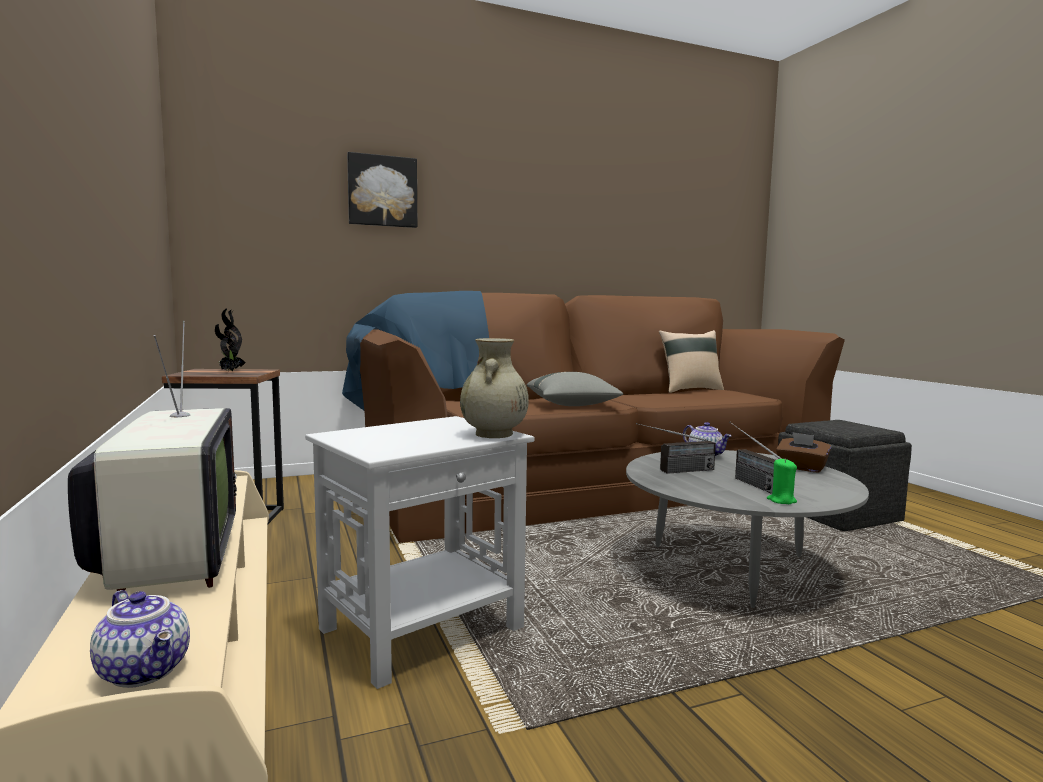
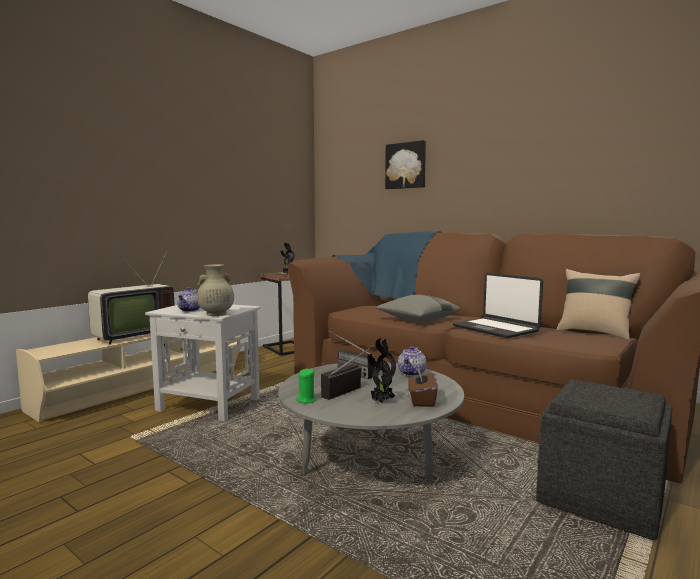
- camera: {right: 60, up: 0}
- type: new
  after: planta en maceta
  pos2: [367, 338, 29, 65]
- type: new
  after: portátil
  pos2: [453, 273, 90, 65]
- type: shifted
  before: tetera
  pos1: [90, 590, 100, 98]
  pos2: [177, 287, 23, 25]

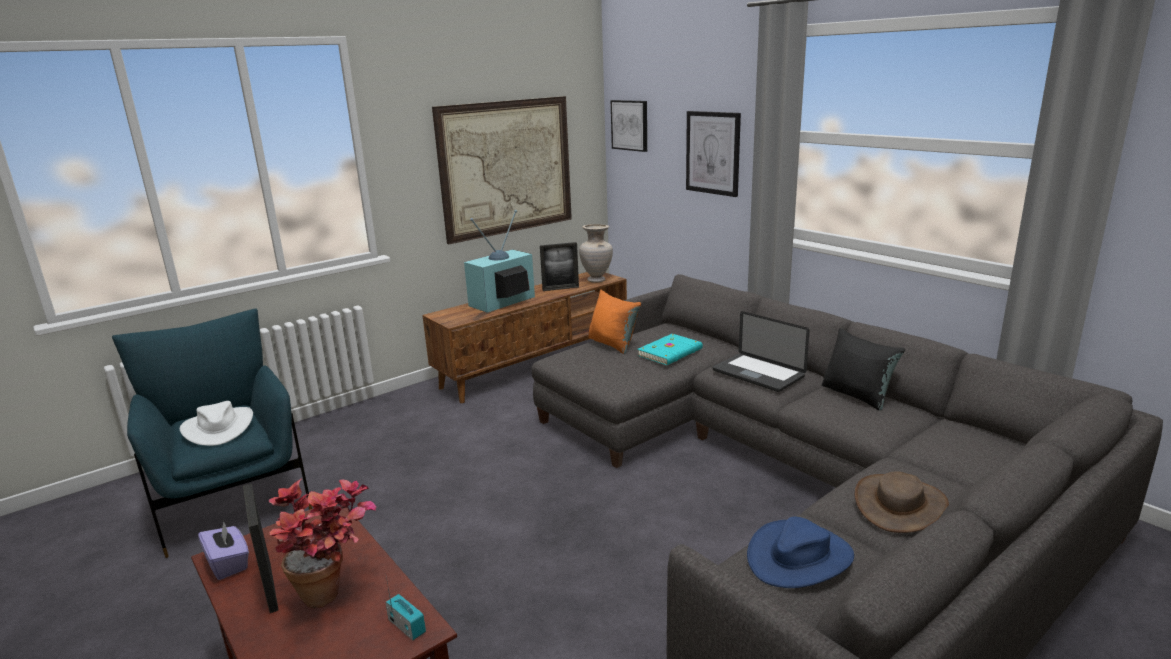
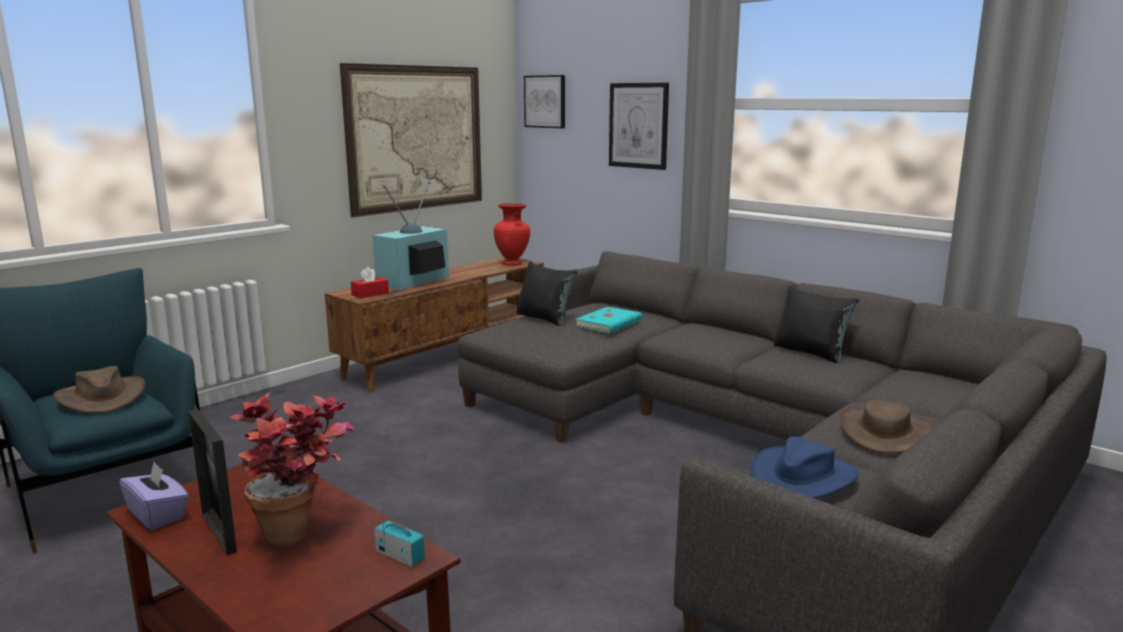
- camera: {right: -10, up: -5}
- type: gone
  before: portarretratos
  pos1: [540, 242, 39, 49]
- type: gone
  before: portátil
  pos1: [713, 311, 97, 81]
- type: new
  after: caja de pañuelos/rojo
  pos2: [351, 267, 38, 32]
- type: repainted
  before: sombrero/blanco
  after: sombrero/marrón
  pos1: [180, 401, 73, 45]
  pos2: [53, 366, 92, 47]
- type: repainted
  before: florero/beis
  after: florero/rojo
  pos1: [579, 224, 34, 59]
  pos2: [494, 203, 36, 63]
- type: repainted
  before: cojín/naranja
  after: cojín/negro
  pos1: [589, 290, 52, 64]
  pos2: [516, 261, 62, 65]

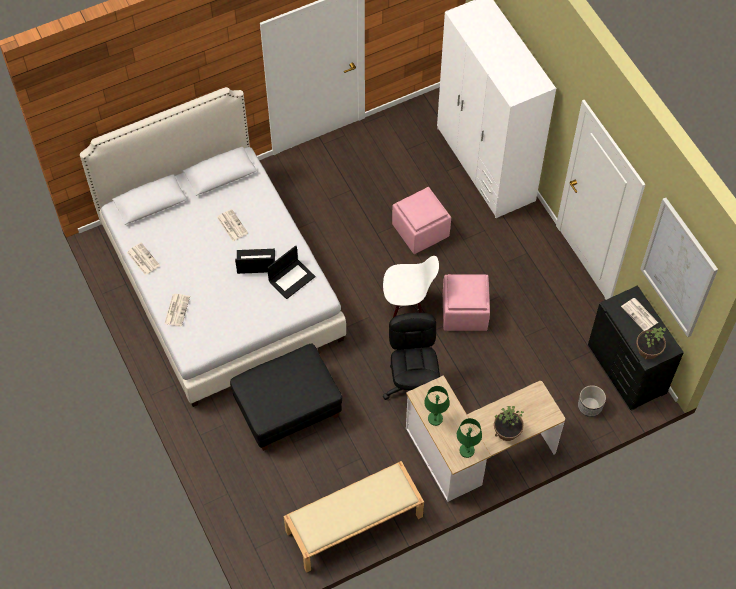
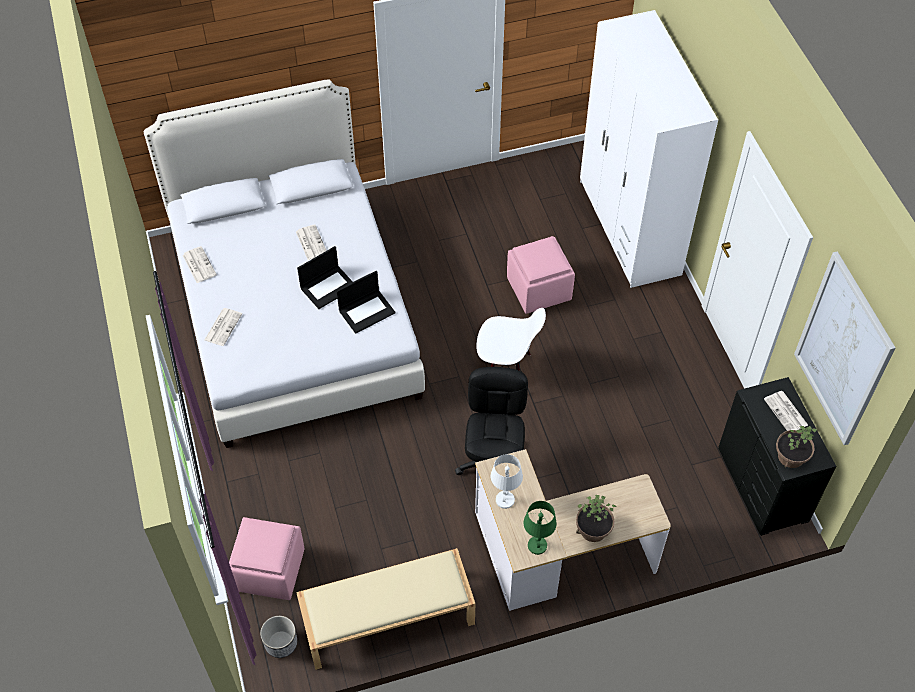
- camera: {right: 10, up: -5}
- type: gone
  before: puf/negro
  pos1: [230, 344, 112, 107]
- type: shifted
  before: puf/rosa
  pos1: [443, 274, 47, 57]
  pos2: [229, 517, 75, 83]
- type: shifted
  before: maceta
  pos1: [578, 385, 28, 32]
  pos2: [260, 616, 37, 42]
- type: repainted
  before: lámpara de mesa/verde
  after: lámpara de mesa/blanco
  pos1: [424, 386, 26, 40]
  pos2: [491, 454, 32, 55]
- type: rotated
  before: portátil
  pos1: [235, 249, 40, 25]
  pos2: [297, 246, 56, 63]
  turn: 135

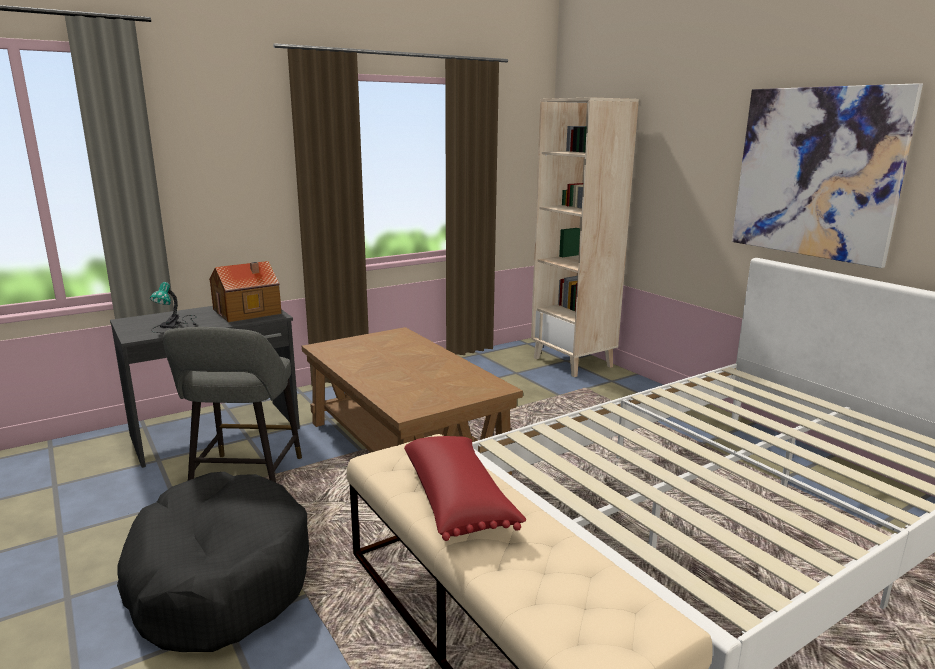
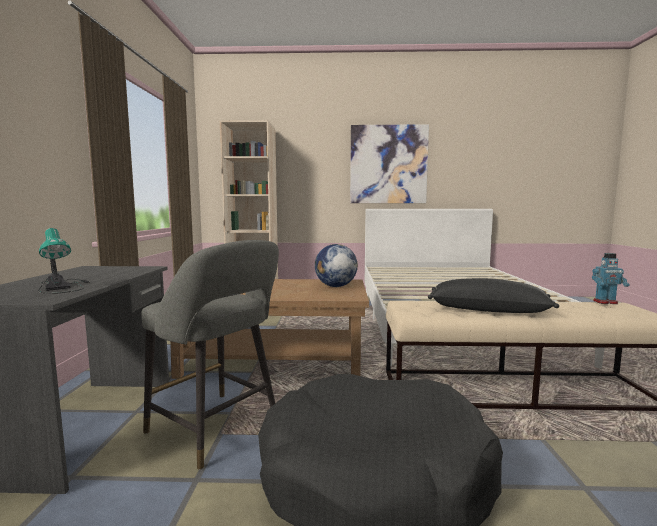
- camera: {right: -55, up: -10}
- type: gone
  before: casita
  pos1: [209, 261, 73, 61]
- type: new
  after: globo terráqueo
  pos2: [315, 244, 43, 43]
- type: new
  after: robot de juguete
  pos2: [592, 253, 38, 51]
- type: repainted
  before: cojín/rojo
  after: cojín/negro
  pos1: [404, 436, 122, 105]
  pos2: [428, 278, 131, 35]

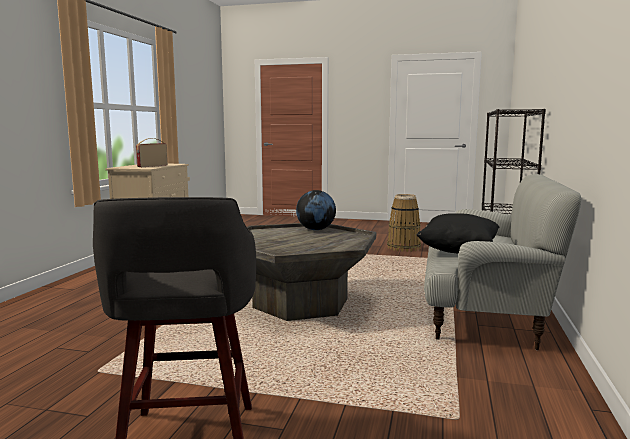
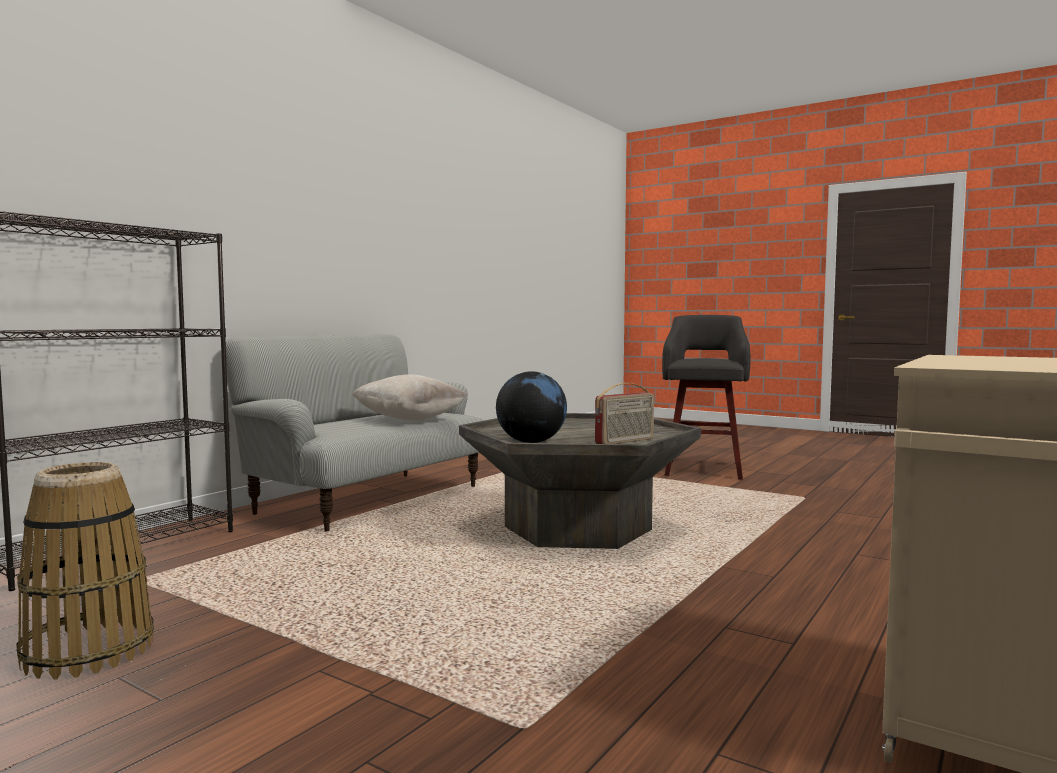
- camera: {right: -160, up: -5}
- type: shifted
  before: radio
  pos1: [136, 138, 31, 29]
  pos2: [595, 383, 59, 61]
- type: repainted
  before: cojín/negro
  after: cojín/beis
  pos1: [417, 213, 82, 41]
  pos2: [352, 374, 116, 47]

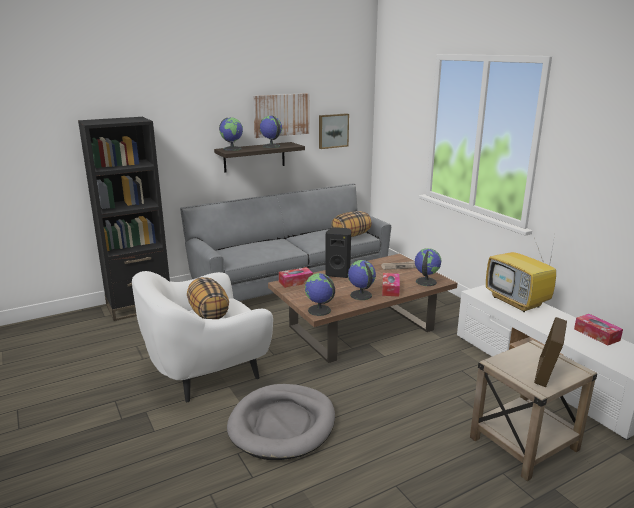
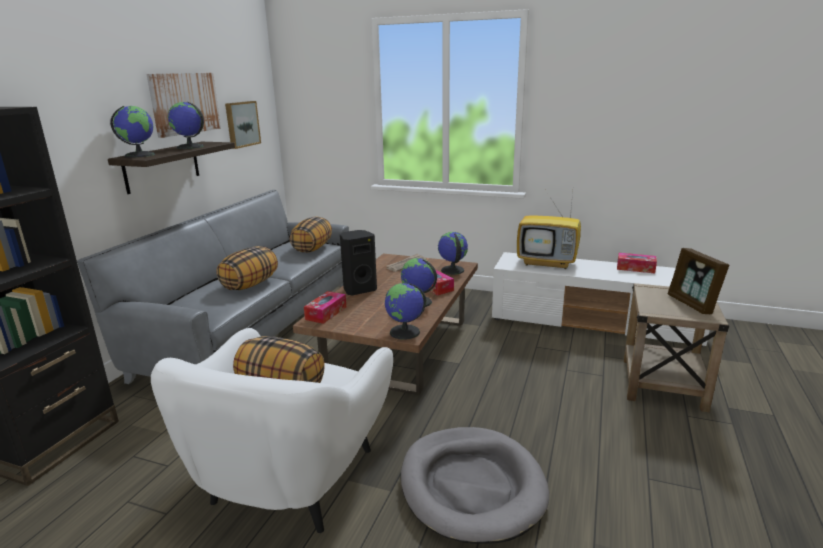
- camera: {right: -40, up: 0}
- type: new
  after: cojín
  pos2: [217, 246, 61, 44]

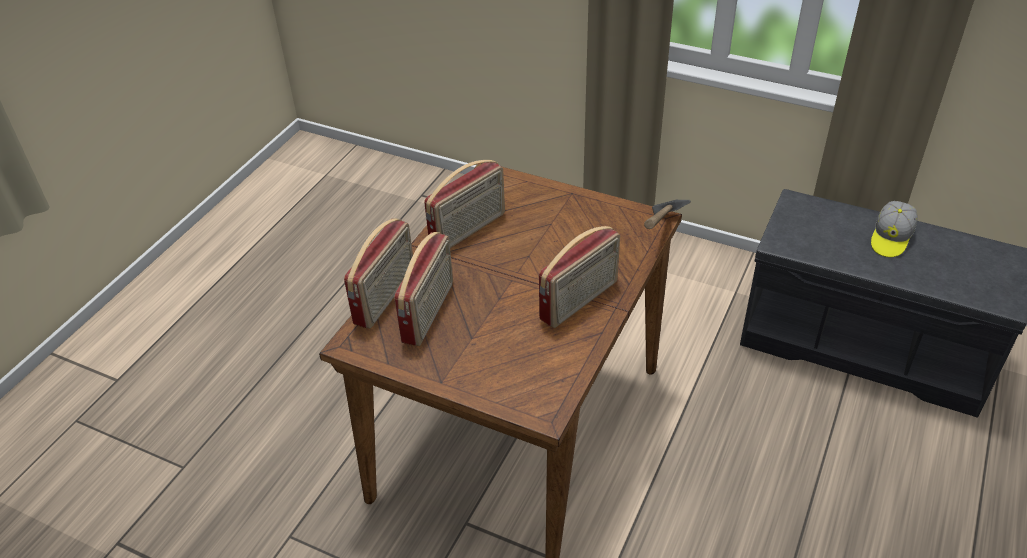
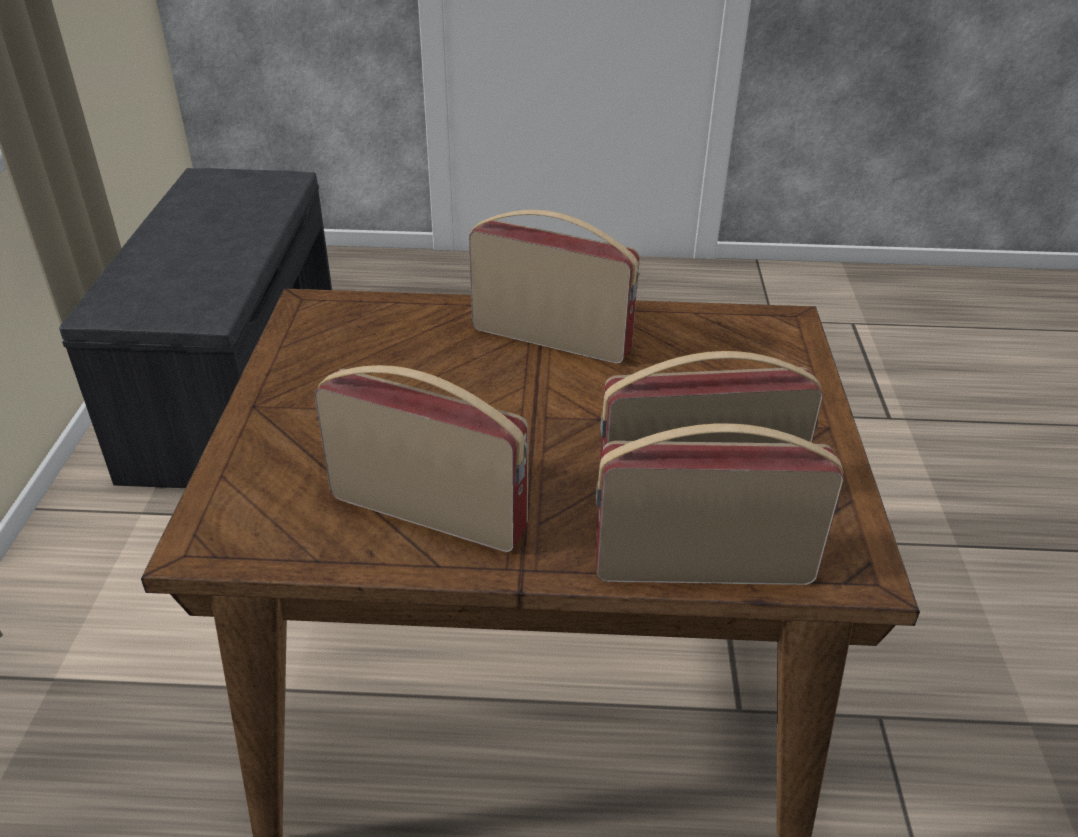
- camera: {right: -115, up: -5}
- type: gone
  before: martillo
  pos1: [644, 200, 47, 29]
- type: gone
  before: gorra
  pos1: [871, 201, 47, 57]

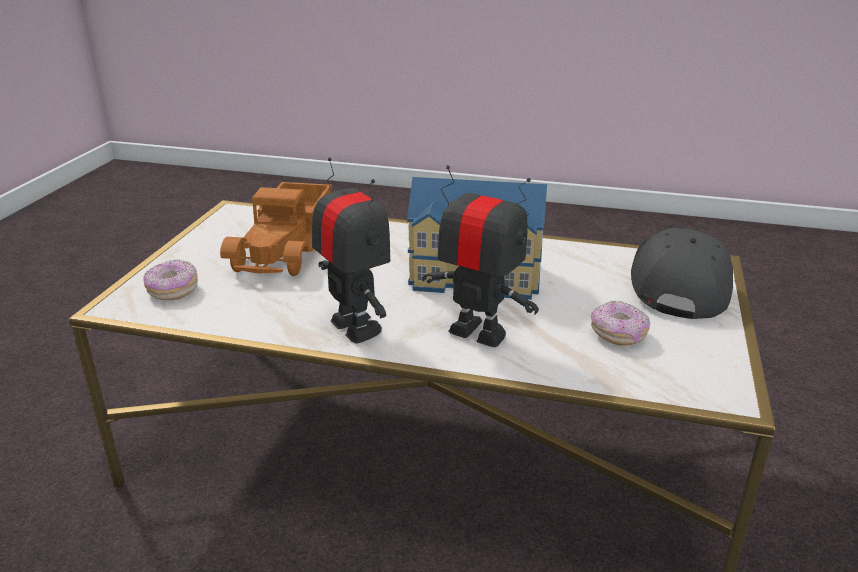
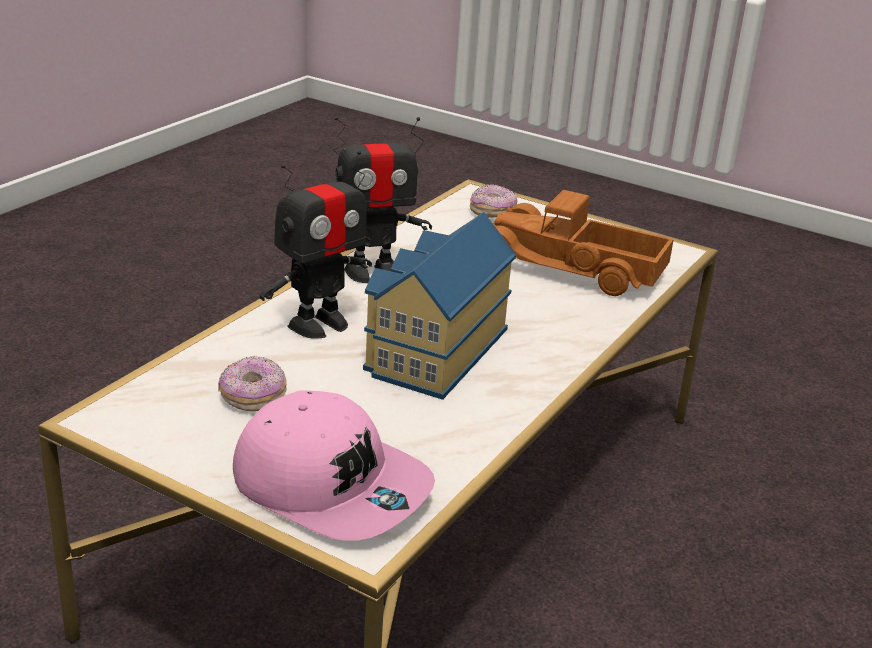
- camera: {right: 105, up: 0}
- type: repainted
  before: gorra/gris
  after: gorra/rosa
  pos1: [631, 228, 102, 91]
  pos2: [233, 390, 202, 151]

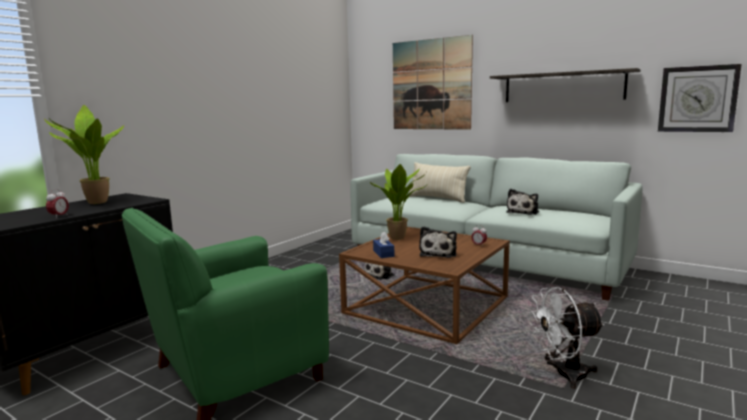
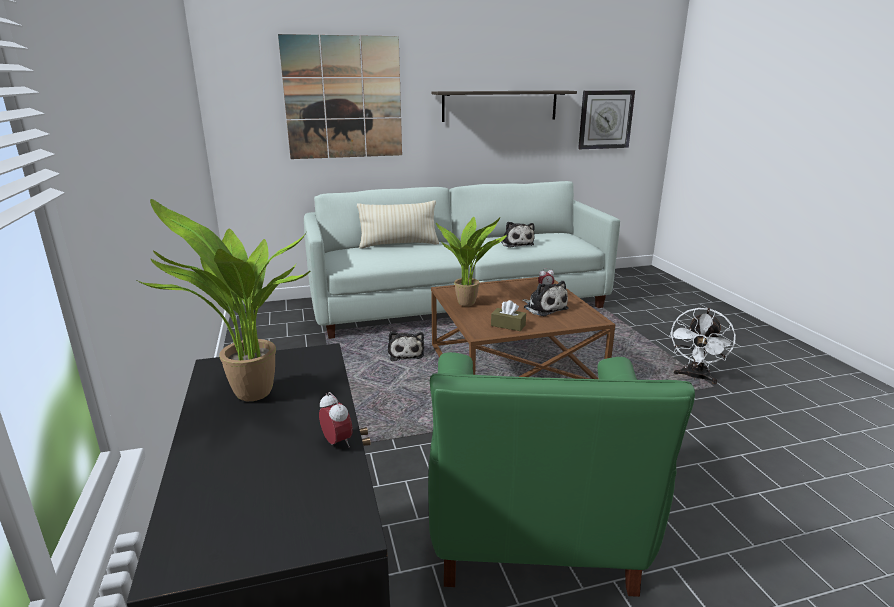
- camera: {right: -50, up: 10}
- type: repainted
  before: caja de pañuelos/azul
  after: caja de pañuelos/marrón
  pos1: [373, 232, 21, 26]
  pos2: [491, 300, 35, 31]

